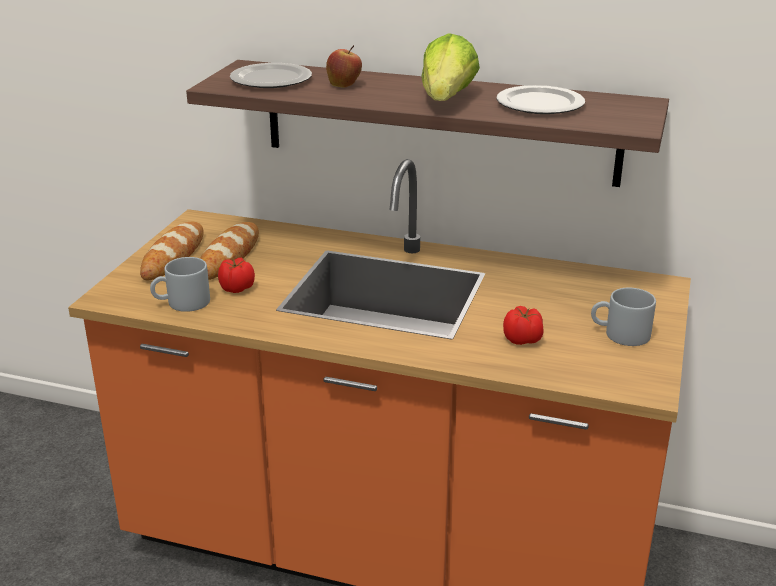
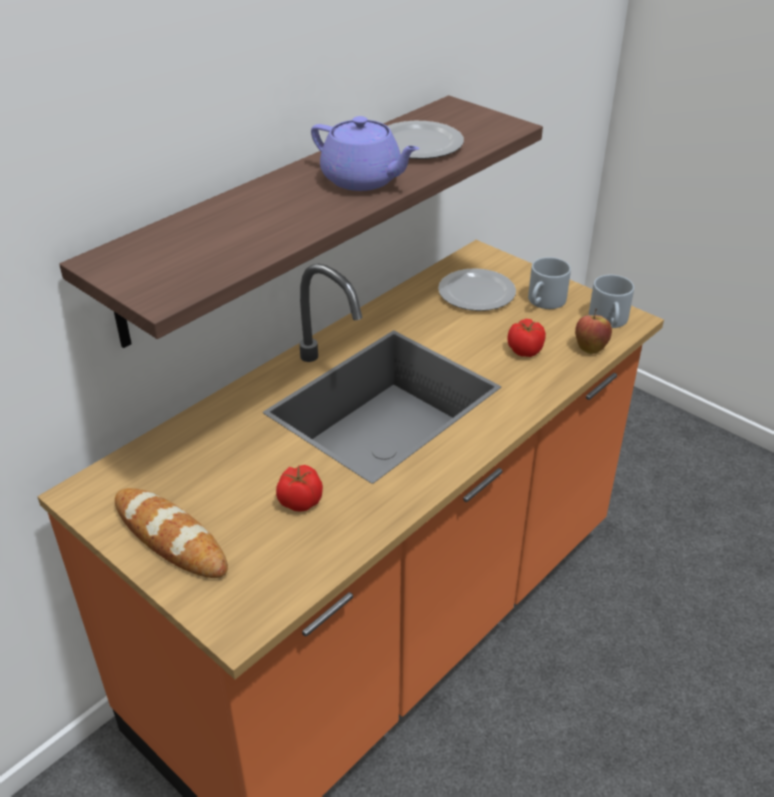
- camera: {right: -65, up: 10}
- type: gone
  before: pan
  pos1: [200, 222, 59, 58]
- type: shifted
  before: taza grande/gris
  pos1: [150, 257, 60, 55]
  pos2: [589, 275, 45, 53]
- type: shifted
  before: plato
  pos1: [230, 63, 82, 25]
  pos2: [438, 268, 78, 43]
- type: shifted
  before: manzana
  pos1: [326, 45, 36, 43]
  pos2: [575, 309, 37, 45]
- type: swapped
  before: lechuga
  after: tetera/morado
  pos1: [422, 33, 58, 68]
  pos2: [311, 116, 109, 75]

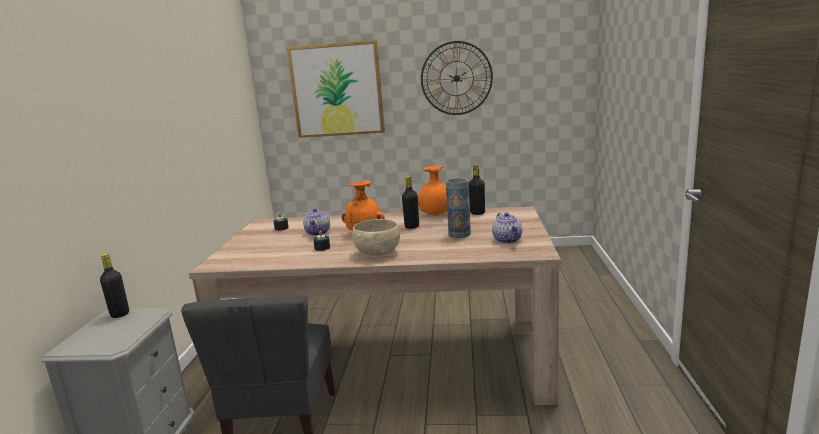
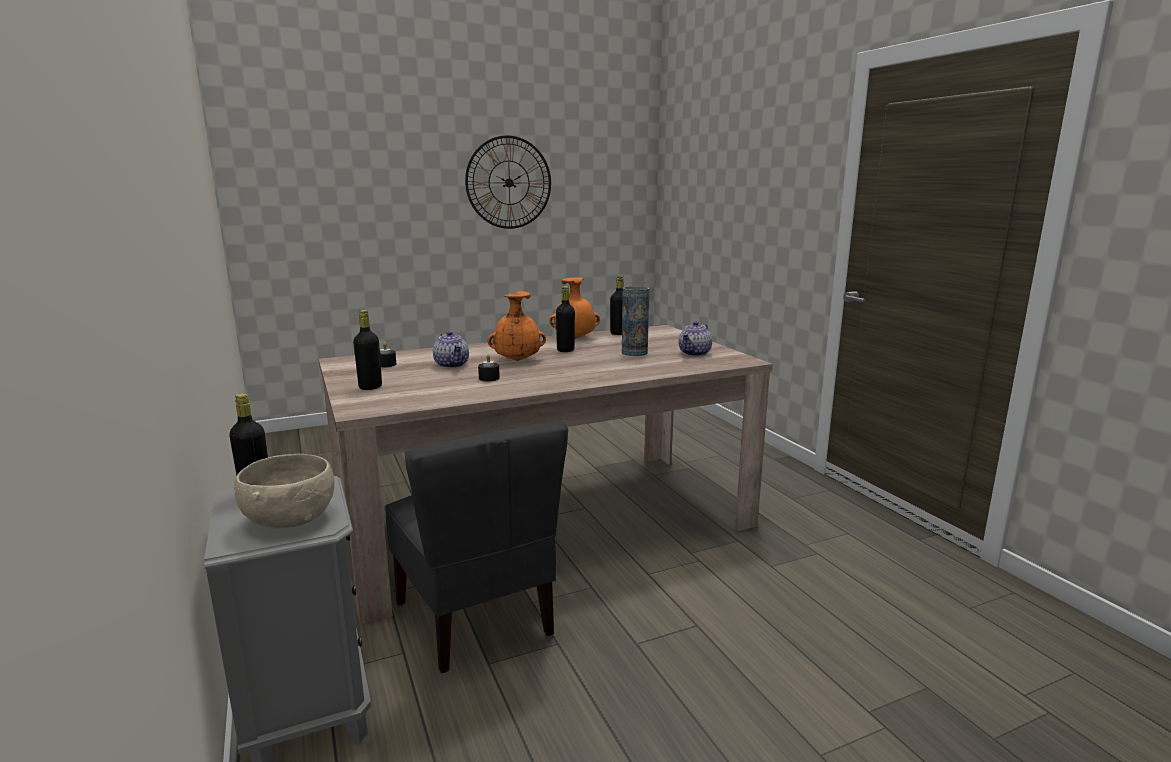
- camera: {right: -30, up: 0}
- type: gone
  before: cuadro
  pos1: [287, 40, 98, 98]
- type: new
  after: botella/negro
  pos2: [353, 310, 29, 80]
- type: shifted
  before: cuenco/beis
  pos1: [352, 219, 48, 37]
  pos2: [234, 454, 100, 74]
- type: rotated
  before: tetera
  pos1: [492, 212, 30, 32]
  pos2: [679, 321, 33, 35]
  turn: 75

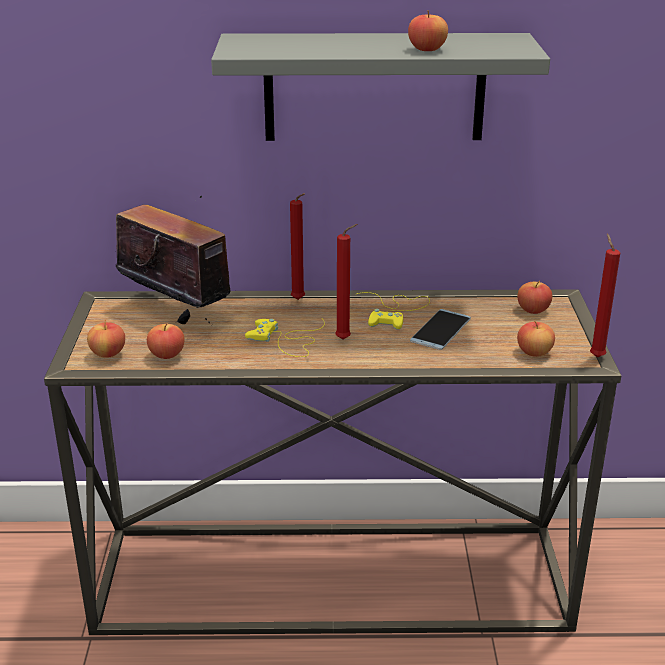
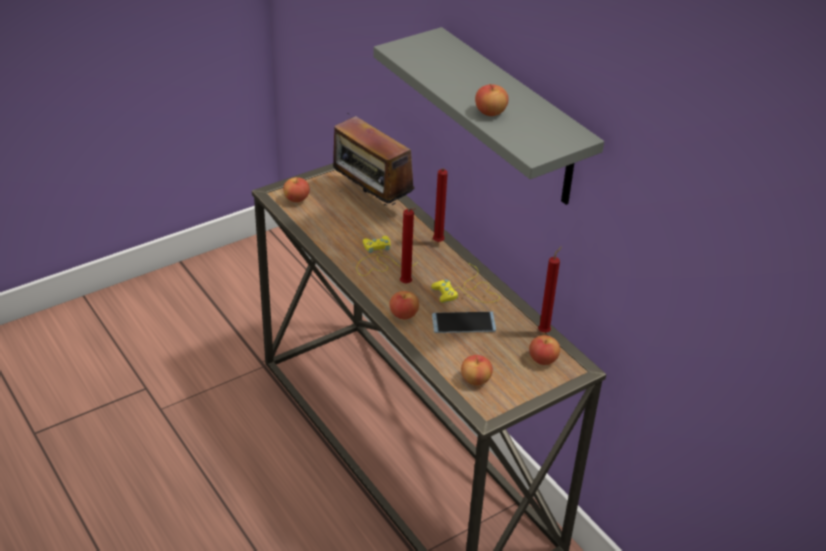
- camera: {right: 55, up: 10}
- type: shifted
  before: manzana
  pos1: [147, 324, 38, 35]
  pos2: [390, 291, 29, 28]
- type: shifted
  before: vela/rojo
  pos1: [590, 234, 30, 123]
  pos2: [538, 246, 24, 87]
- type: rotated
  before: radio
  pos1: [116, 196, 115, 128]
  pos2: [333, 113, 81, 95]
  turn: 135

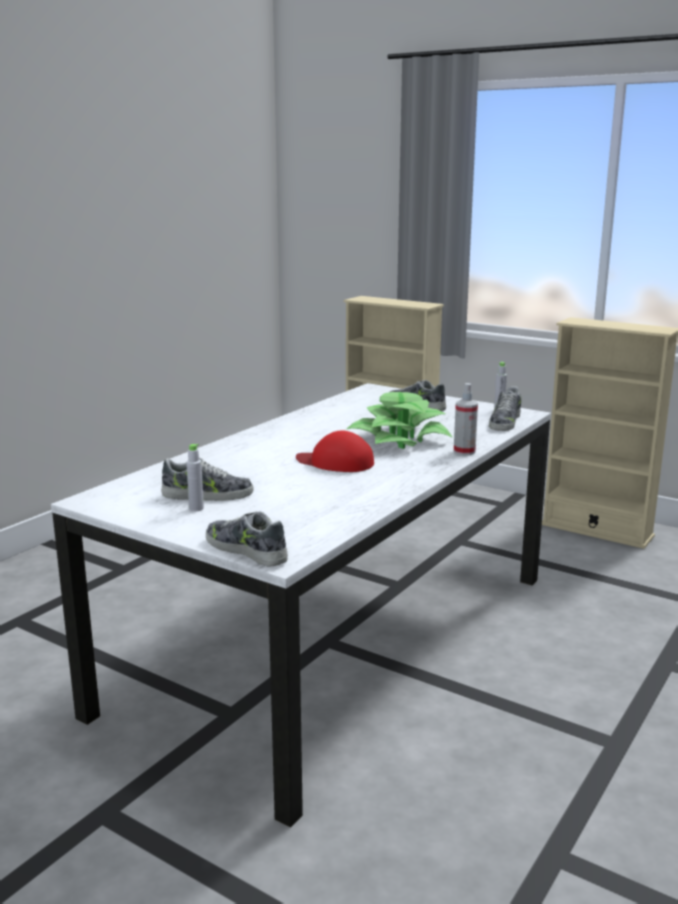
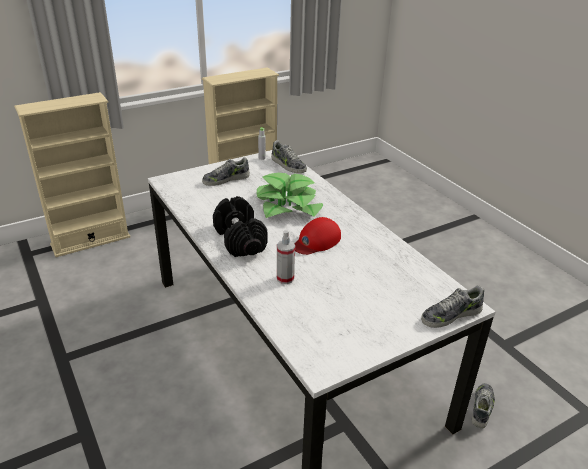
- camera: {right: -65, up: 15}
- type: gone
  before: botella/gris
  pos1: [186, 444, 18, 67]
- type: new
  after: mancuerna/negro
  pos2: [213, 196, 55, 61]
- type: shifted
  before: zapato
  pos1: [161, 458, 92, 43]
  pos2: [472, 383, 23, 45]
- type: shifted
  before: pulverizador
  pos1: [454, 383, 24, 72]
  pos2: [277, 230, 18, 54]

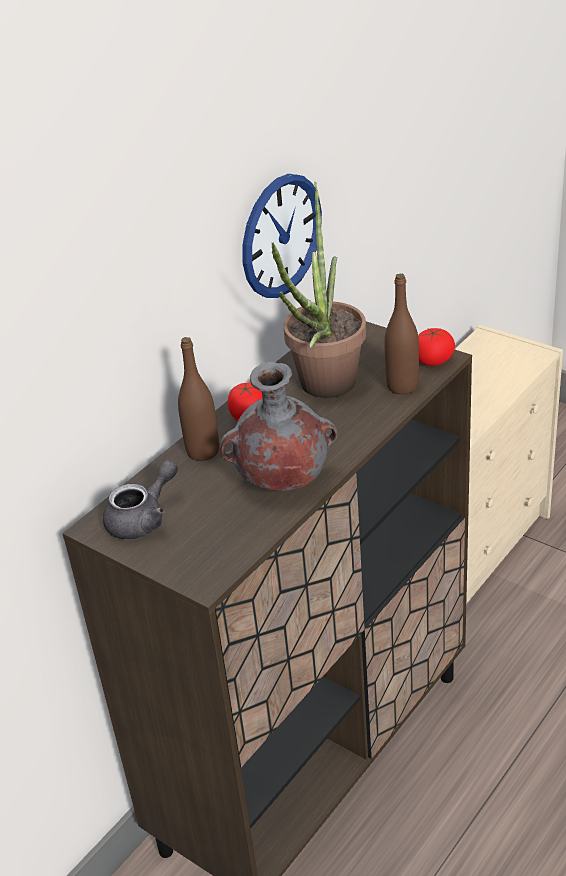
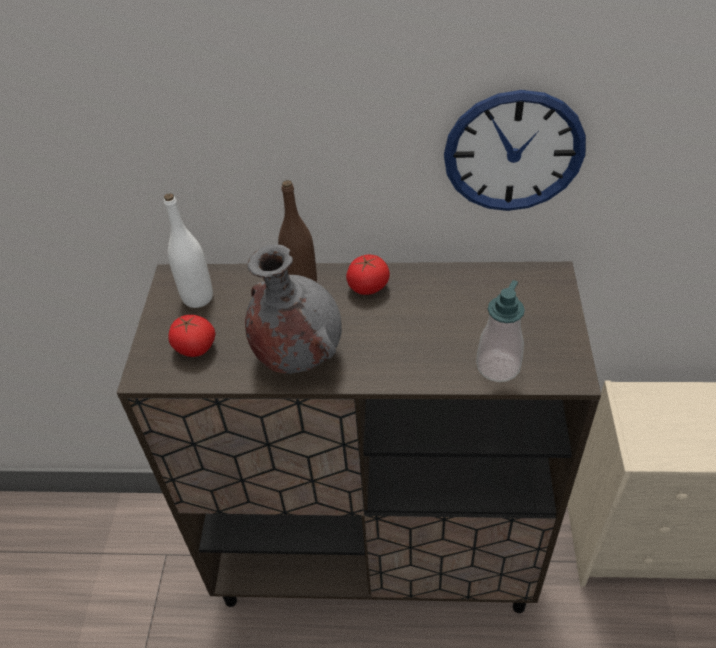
- camera: {right: 55, up: 10}
- type: gone
  before: planta en maceta
  pos1: [272, 181, 94, 217]
- type: shifted
  before: tomate
  pos1: [418, 328, 37, 38]
  pos2: [168, 315, 47, 42]
- type: swapped
  before: tetera/gris
  after: botella/blanco
  pos1: [103, 460, 75, 79]
  pos2: [164, 193, 49, 115]
- type: swapped
  before: botella/marrón
  after: dispensador de jabón
  pos1: [384, 273, 35, 122]
  pos2: [476, 280, 49, 102]

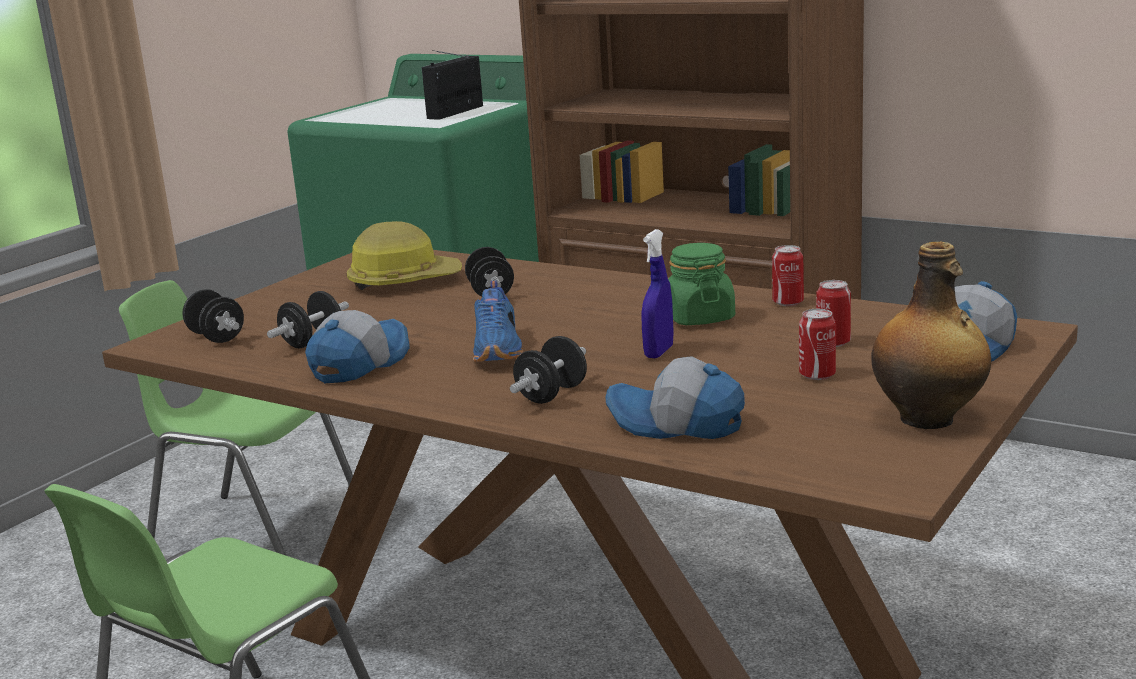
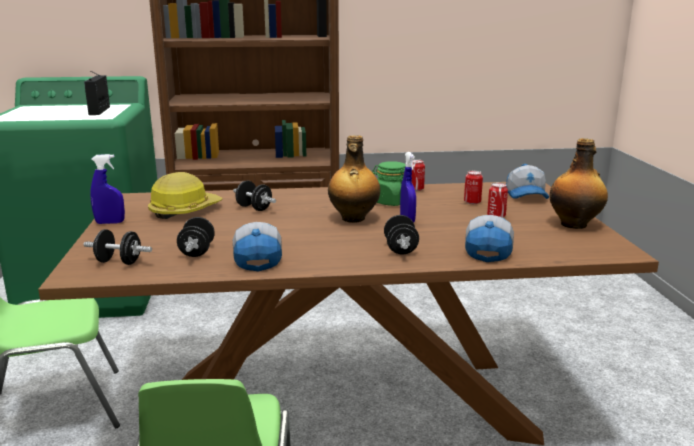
- camera: {right: -40, up: 0}
- type: gone
  before: zapato/azul
  pos1: [473, 281, 50, 81]
- type: new
  after: pulverizador/azul
  pos2: [90, 154, 35, 70]
- type: new
  after: botella
  pos2: [328, 136, 52, 87]
- type: rotated
  before: gorra
  pos1: [606, 356, 139, 83]
  pos2: [465, 215, 49, 47]
  turn: 120

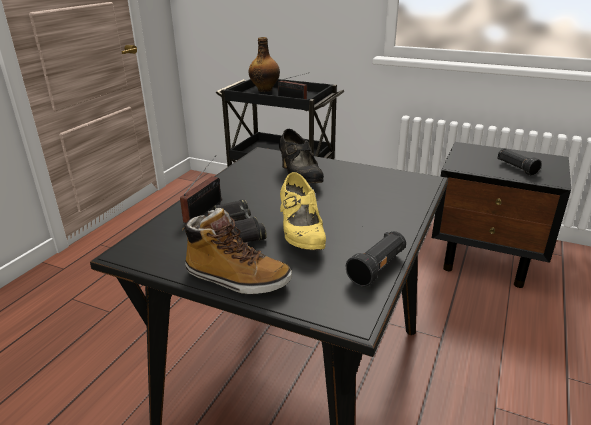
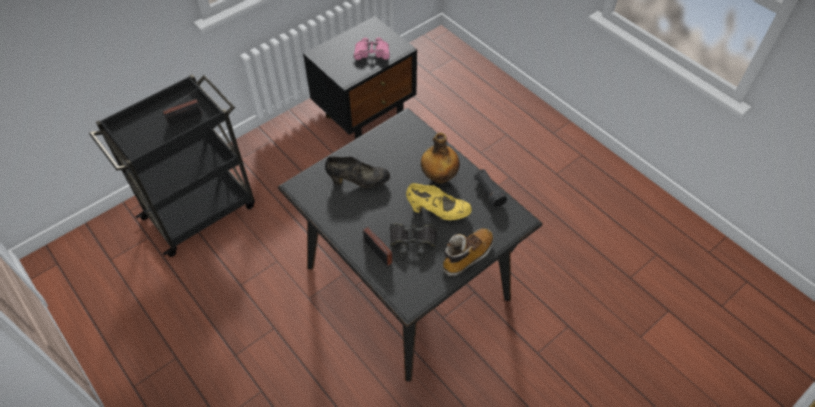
- camera: {right: -65, up: 25}
- type: shifted
  before: botella
  pos1: [248, 37, 32, 55]
  pos2: [421, 133, 39, 51]
- type: swapped
  before: linterna/negro
  after: prismáticos/rosa
  pos1: [497, 148, 45, 28]
  pos2: [354, 37, 36, 23]

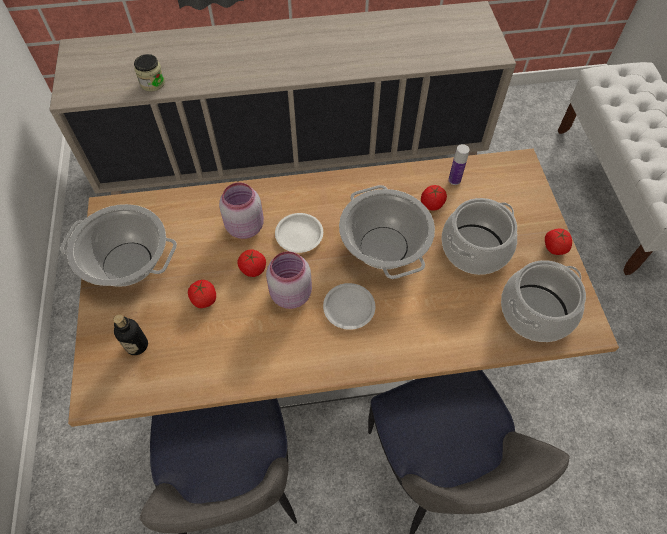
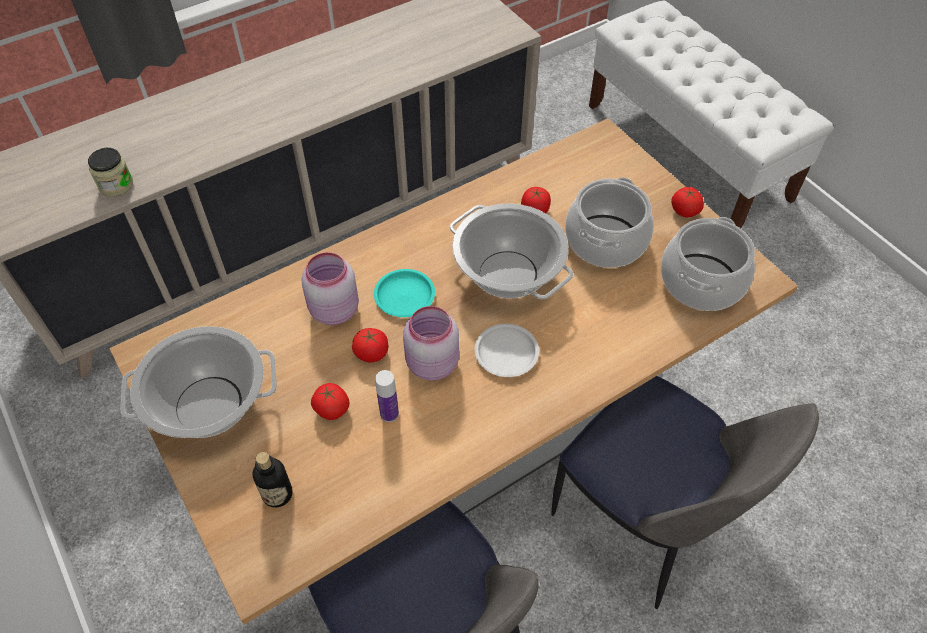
- camera: {right: -25, up: -5}
- type: shifted
  before: botella
  pos1: [448, 144, 22, 41]
  pos2: [375, 370, 24, 52]
- type: repainted
  before: plato/blanco
  after: plato/turquesa
  pos1: [275, 213, 48, 40]
  pos2: [374, 269, 61, 48]

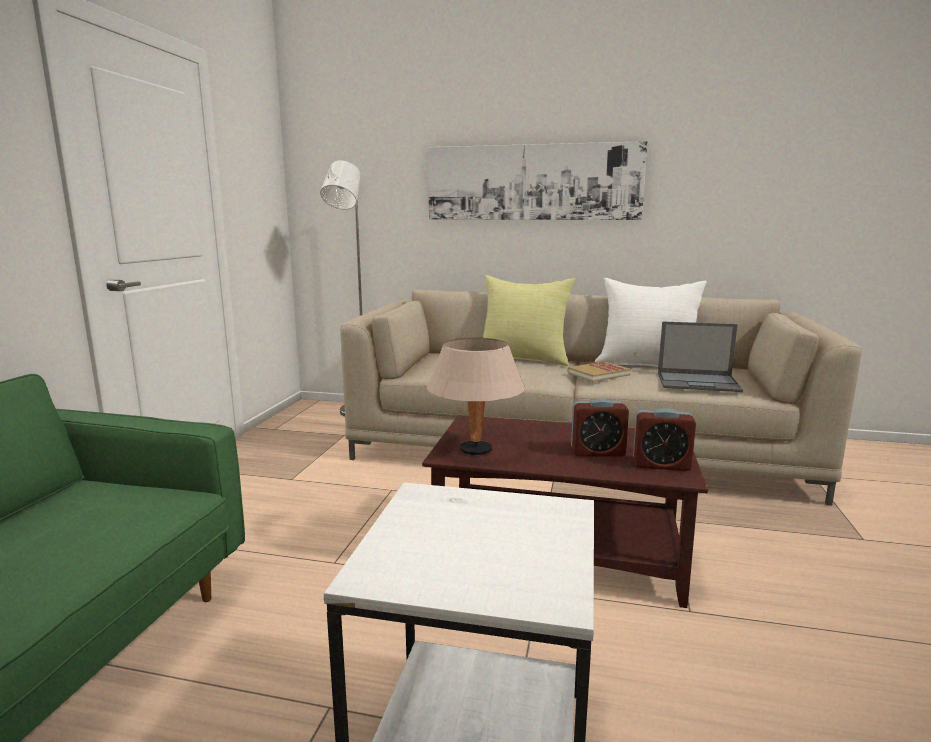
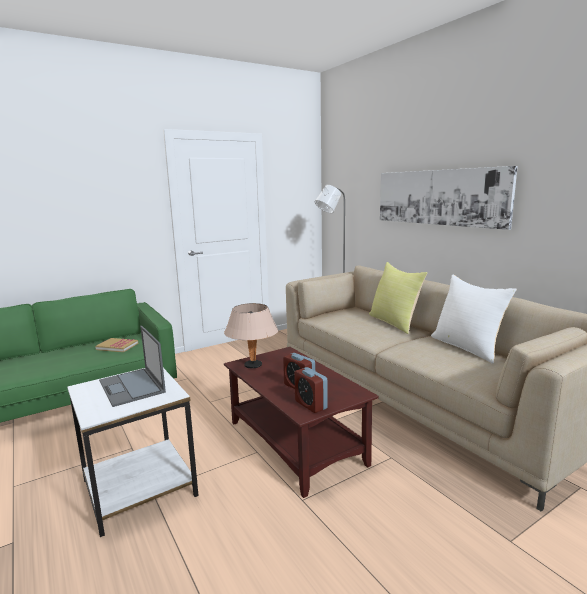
- camera: {right: 45, up: 0}
- type: shifted
  before: libro
  pos1: [567, 361, 64, 21]
  pos2: [95, 338, 43, 14]
- type: shifted
  before: portátil
  pos1: [658, 321, 85, 71]
  pos2: [99, 326, 67, 81]

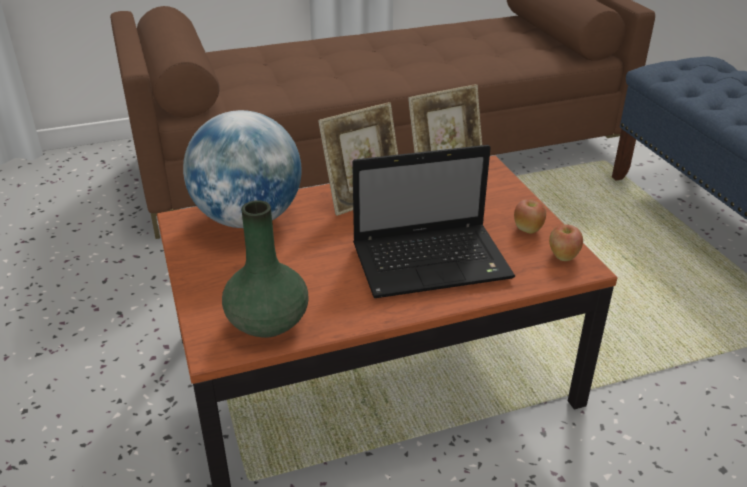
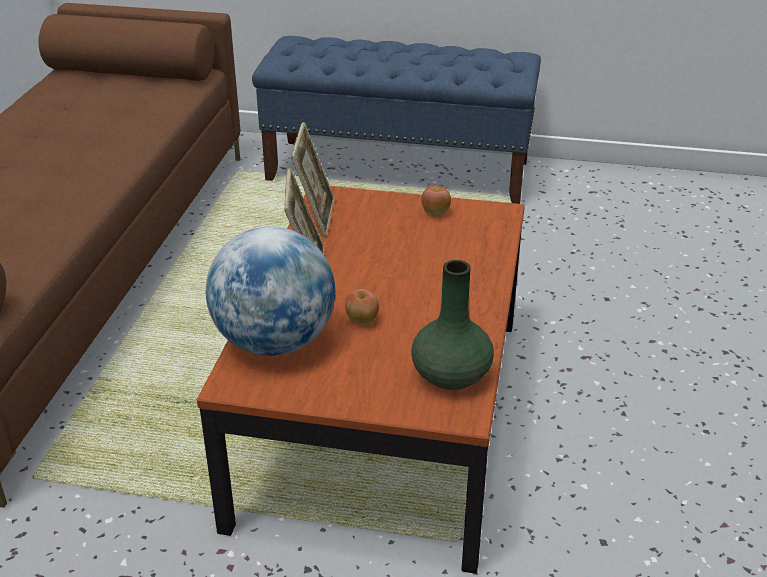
- camera: {right: -60, up: 0}
- type: gone
  before: portátil
  pos1: [352, 145, 163, 153]
- type: shifted
  before: manzana
  pos1: [549, 225, 34, 36]
  pos2: [345, 289, 34, 36]

